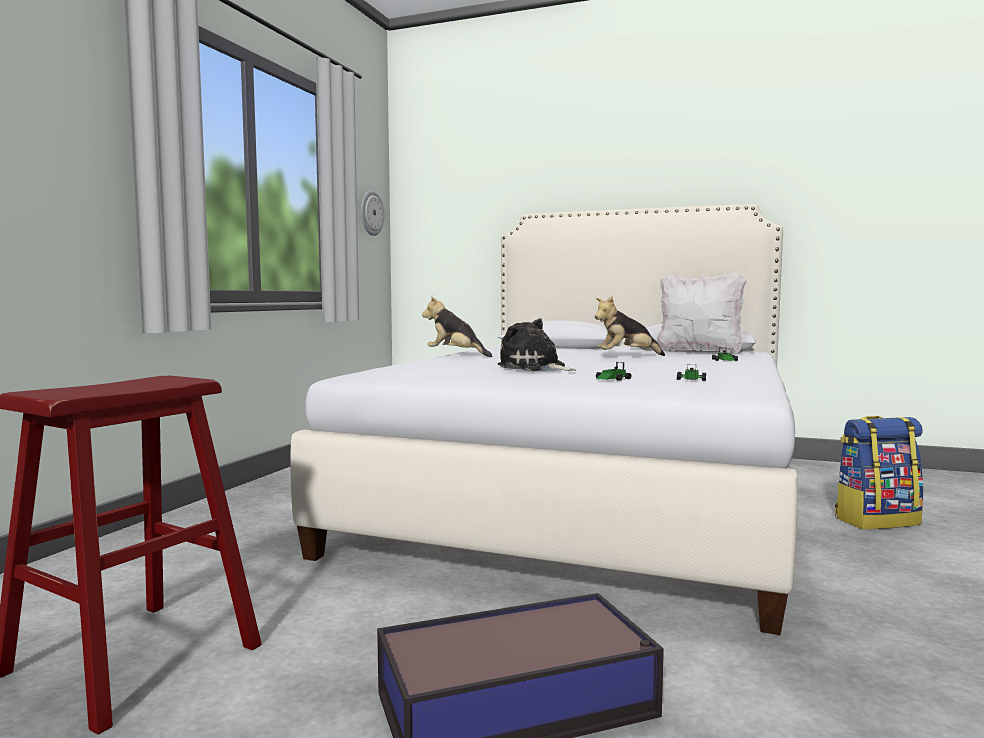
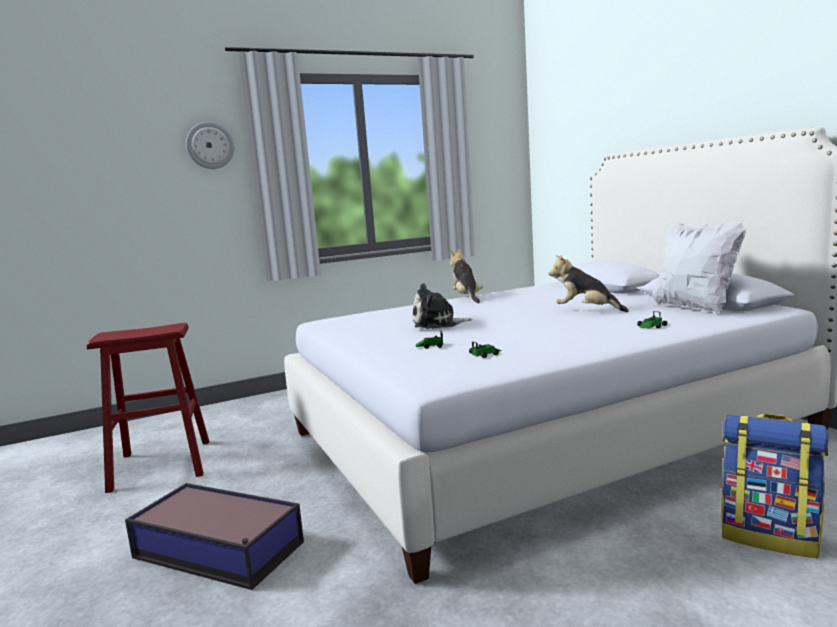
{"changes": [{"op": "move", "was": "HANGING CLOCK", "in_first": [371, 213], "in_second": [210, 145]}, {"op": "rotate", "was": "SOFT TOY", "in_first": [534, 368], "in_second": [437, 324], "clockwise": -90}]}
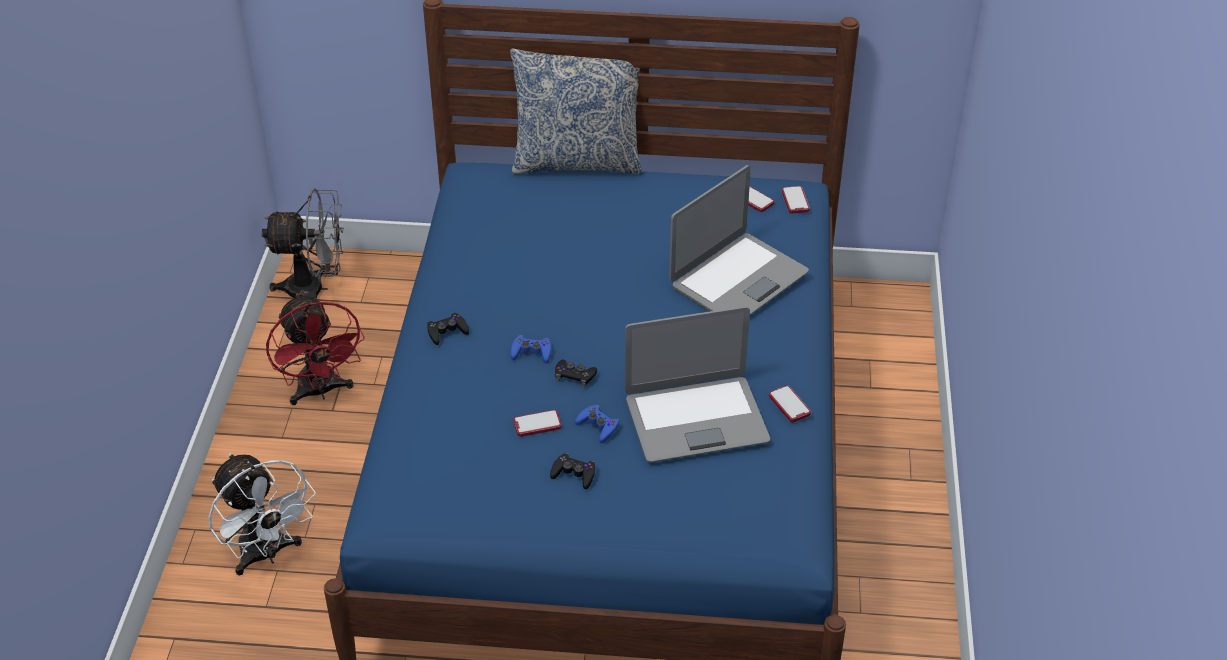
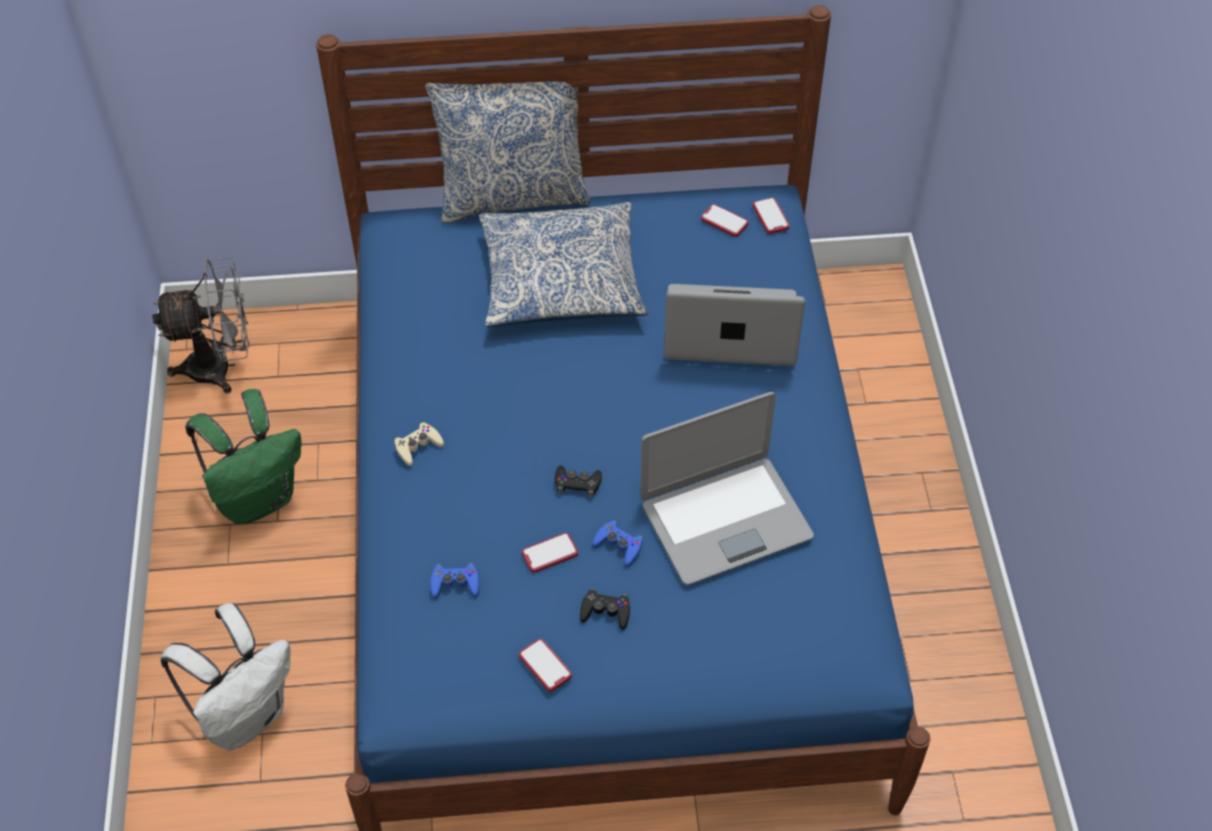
{"changes": [{"op": "replace", "was": "WHITISH FAN", "now": "WHITISH RUCKSACK", "in_first": [267, 554], "in_second": [245, 715]}, {"op": "replace", "was": "RED FAN", "now": "GREEN RUCKSACK", "in_first": [320, 391], "in_second": [258, 498]}, {"op": "recolor", "was": "BLACK GAME CONTROLLER", "now": "SAND-COLOURED GAME CONTROLLER", "in_first": [447, 332], "in_second": [418, 446]}, {"op": "move", "was": "BLUE GAME CONTROLLER", "in_first": [531, 352], "in_second": [455, 584]}, {"op": "insert", "now": "THROW PILLOW", "in_second": [561, 280]}, {"op": "move", "was": "HANDSET", "in_first": [789, 405], "in_second": [545, 666]}, {"op": "rotate", "was": "PORTABLE COMPUTER", "in_first": [737, 279], "in_second": [730, 330], "clockwise": -120}]}
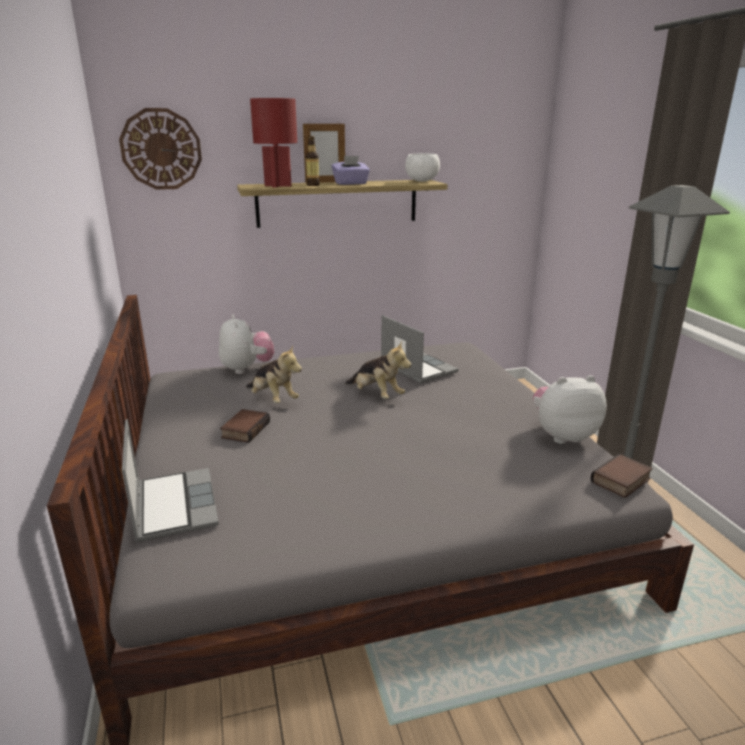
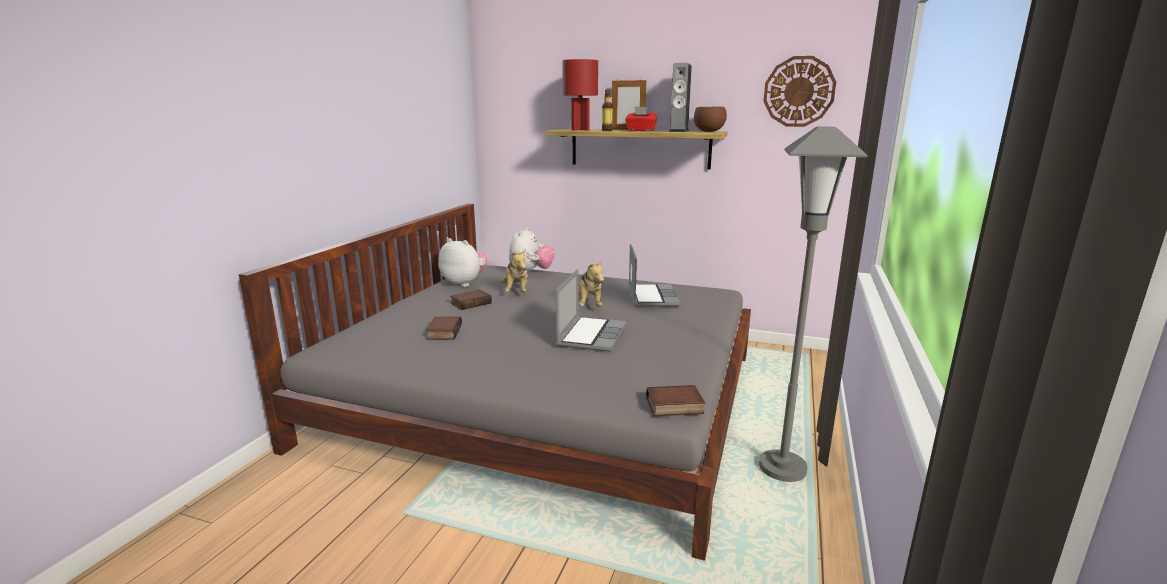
{"changes": [{"op": "insert", "now": "VOLUME", "in_second": [443, 332]}, {"op": "move", "was": "SOFT TOY", "in_first": [562, 435], "in_second": [464, 283]}, {"op": "move", "was": "PORTABLE COMPUTER", "in_first": [173, 505], "in_second": [591, 335]}, {"op": "recolor", "was": "PURPLE-COLOURED BOX OF TISSUES", "now": "RED BOX OF TISSUES", "in_first": [351, 183], "in_second": [640, 131]}, {"op": "insert", "now": "AUDIO SPEAKER", "in_second": [679, 131]}, {"op": "recolor", "was": "WHITISH BOWL", "now": "BROWNISH BOWL", "in_first": [421, 181], "in_second": [708, 131]}, {"op": "move", "was": "HANGING CLOCK", "in_first": [161, 149], "in_second": [799, 91]}]}
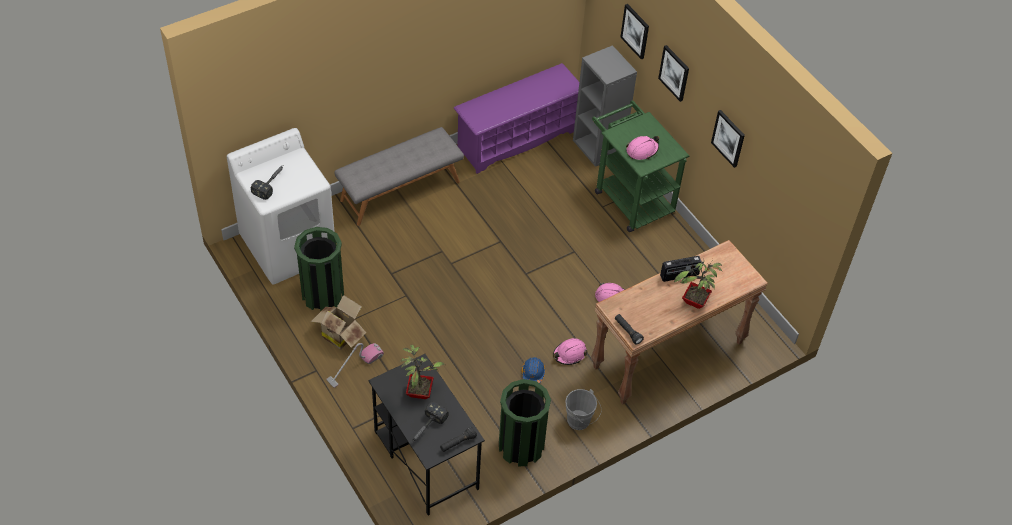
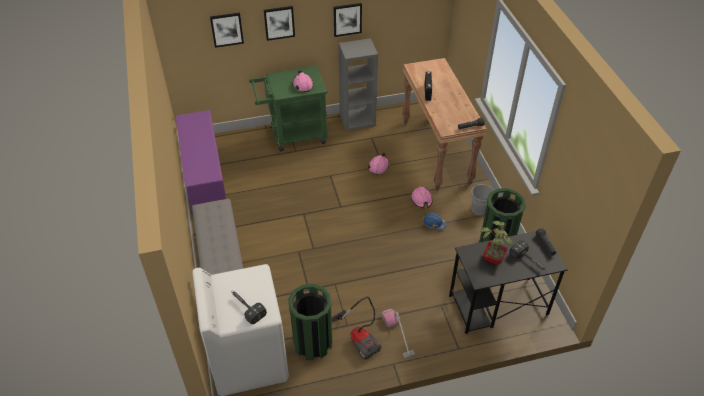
{"changes": [{"op": "replace", "was": "CARDBOARD BOX", "now": "HOOVER", "in_first": [340, 334], "in_second": [360, 338]}, {"op": "move", "was": "GREYISH BOOKSHELF", "in_first": [599, 147], "in_second": [357, 119]}, {"op": "delete", "was": "HOUSEPLANT", "in_first": [694, 302]}]}
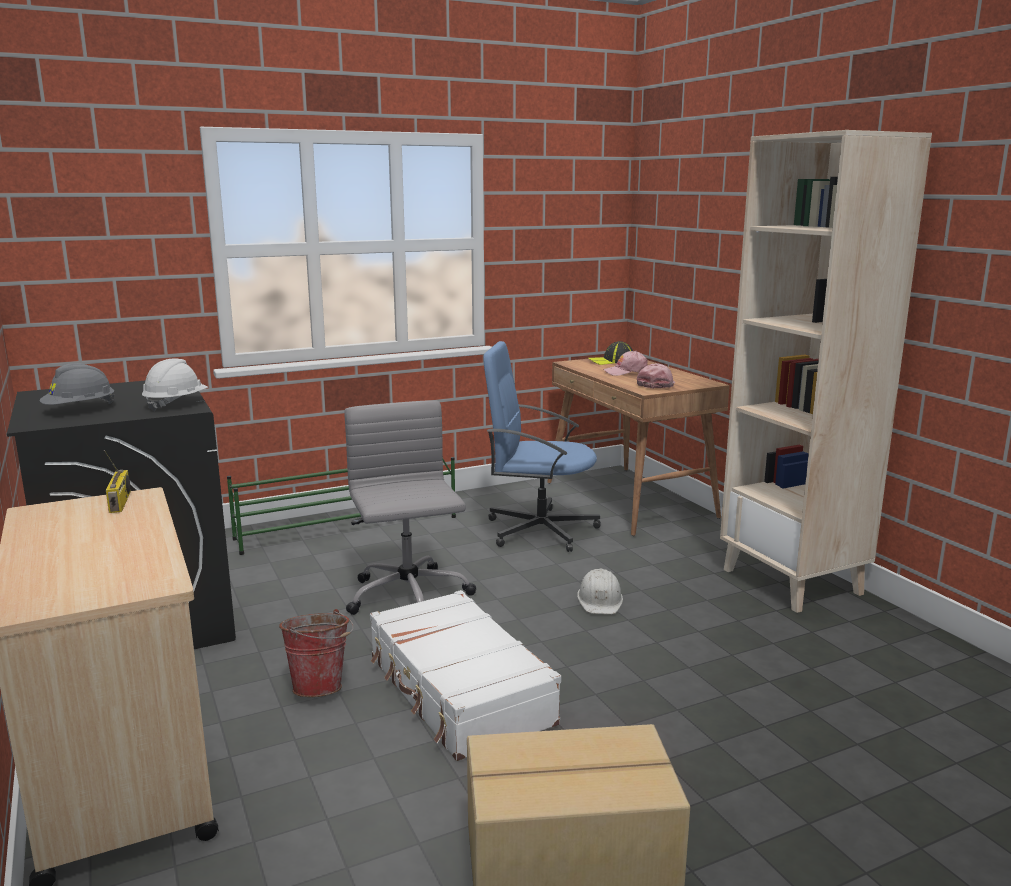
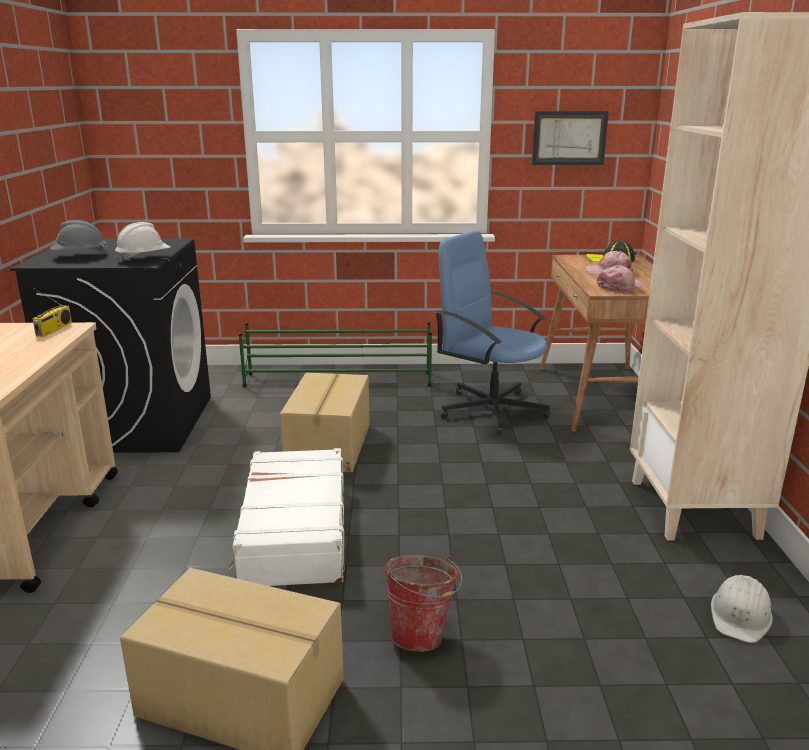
{"changes": [{"op": "replace", "was": "GREYISH OFFICE CHAIR", "now": "CARDBOARD BOX", "in_first": [408, 596], "in_second": [330, 445]}, {"op": "move", "was": "WATER BUCKET", "in_first": [321, 686], "in_second": [422, 634]}, {"op": "insert", "now": "PICTURE", "in_second": [569, 138]}, {"op": "move", "was": "WHITISH SAFETY HELMET", "in_first": [600, 600], "in_second": [740, 615]}]}
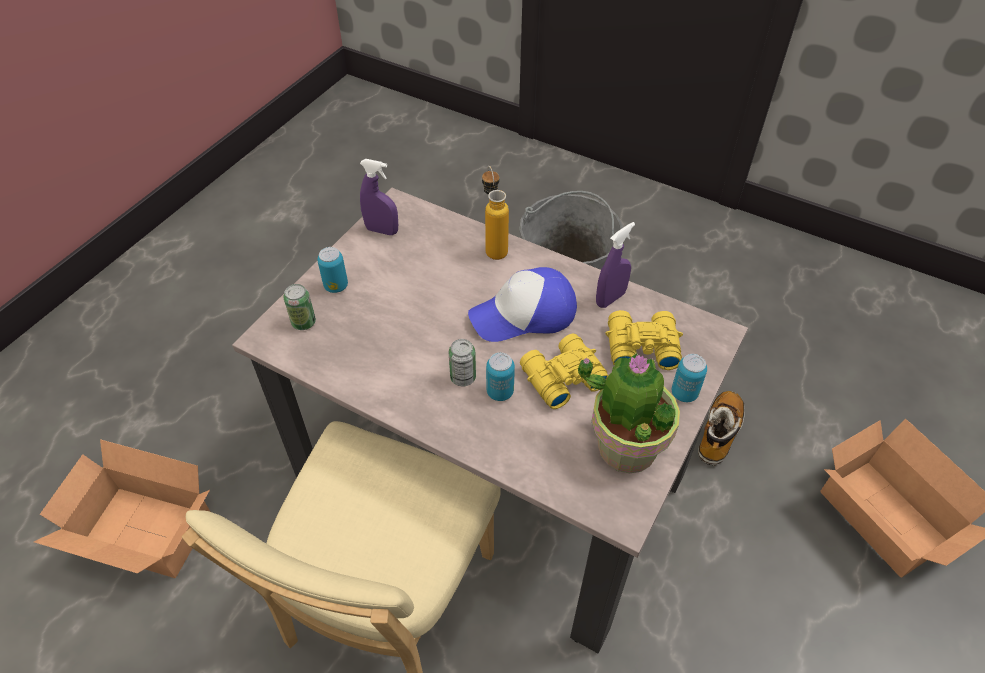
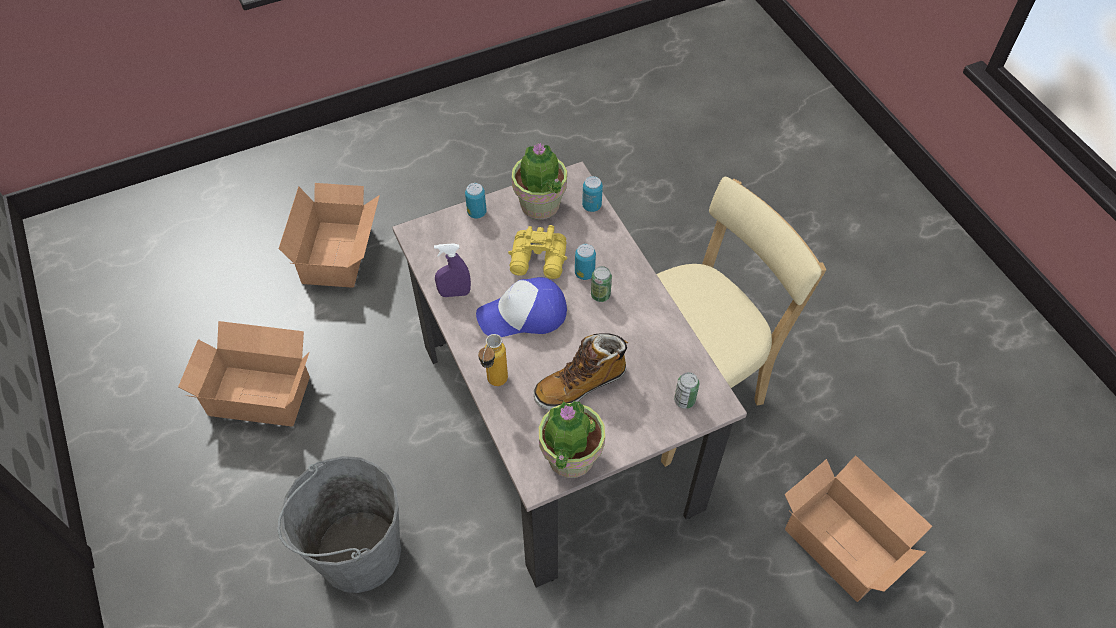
{"changes": [{"op": "insert", "now": "CARDBOARD BOX", "in_second": [258, 392]}, {"op": "rotate", "was": "CAP", "in_first": [524, 315], "in_second": [523, 315], "clockwise": 150}, {"op": "move", "was": "BOOT", "in_first": [719, 433], "in_second": [580, 384]}, {"op": "replace", "was": "PURPLE-COLOURED SPRAYER", "now": "HOUSEPLANT", "in_first": [382, 230], "in_second": [570, 457]}, {"op": "move", "was": "SEALED CAN", "in_first": [336, 286], "in_second": [591, 206]}, {"op": "delete", "was": "YELLOWISH PAIR OF BINOCULARS", "in_first": [640, 346]}]}
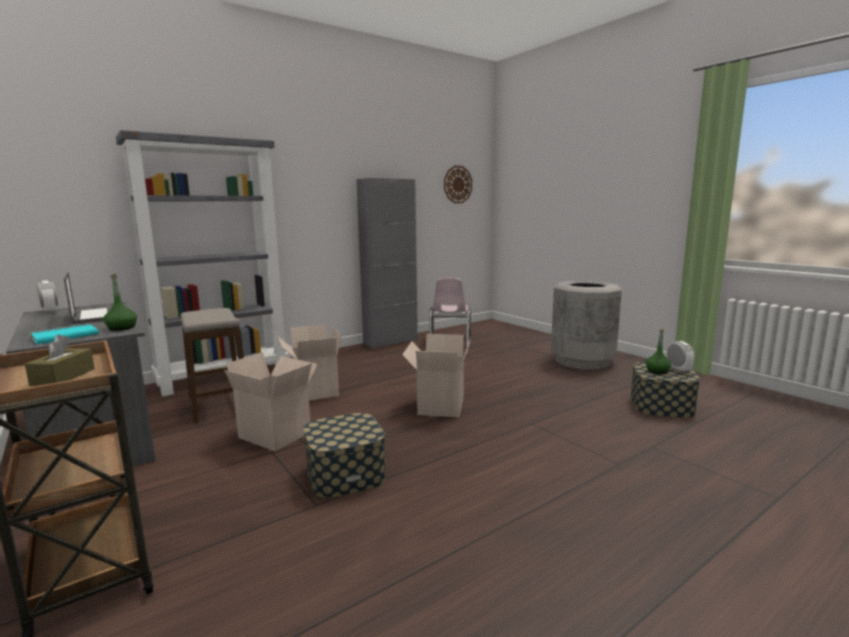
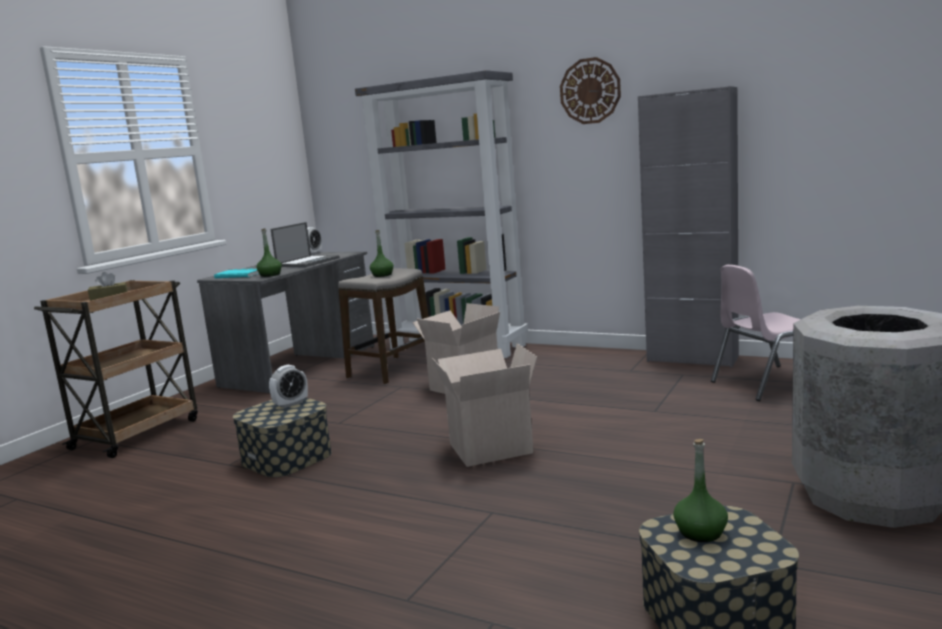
{"changes": [{"op": "move", "was": "ALARM CLOCK", "in_first": [678, 370], "in_second": [291, 404]}, {"op": "insert", "now": "GREEN DRINK BOTTLE", "in_second": [382, 275]}, {"op": "move", "was": "HANGING CLOCK", "in_first": [457, 184], "in_second": [590, 91]}, {"op": "delete", "was": "CARDBOARD BOX", "in_first": [277, 434]}]}
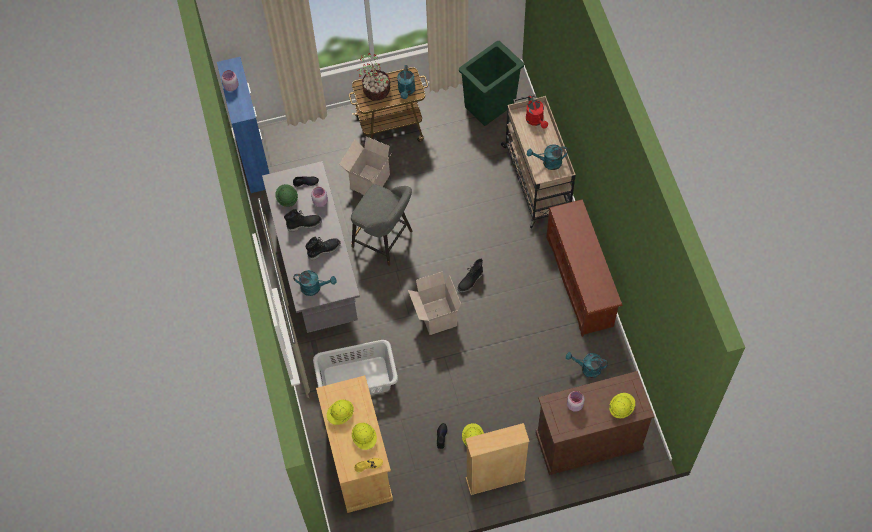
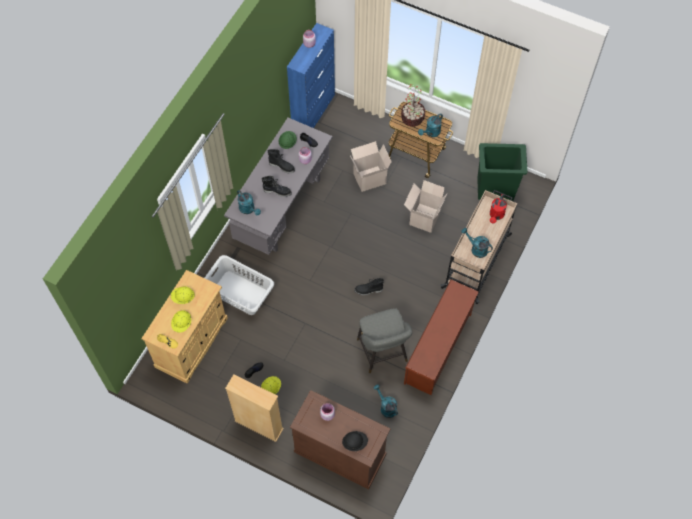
{"changes": [{"op": "recolor", "was": "YELLOWISH SAFETY HELMET", "now": "BLACK SAFETY HELMET", "in_first": [621, 408], "in_second": [355, 443]}, {"op": "move", "was": "GREYISH STOOL", "in_first": [385, 240], "in_second": [383, 353]}, {"op": "move", "was": "CARDBOARD BOX", "in_first": [436, 316], "in_second": [424, 217]}]}
